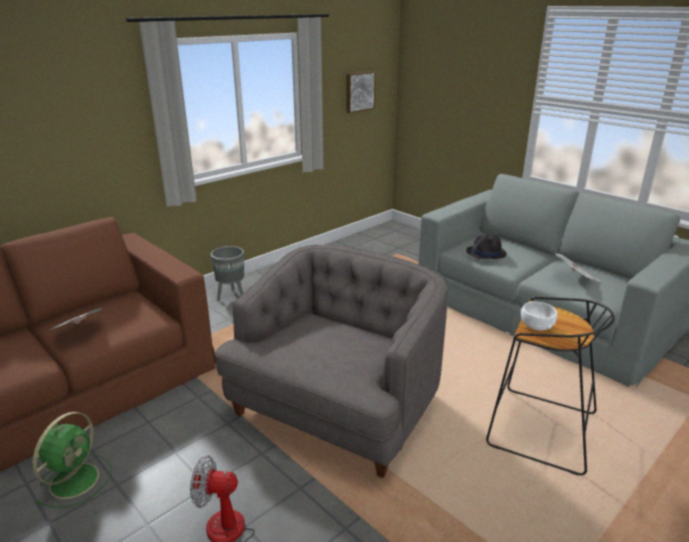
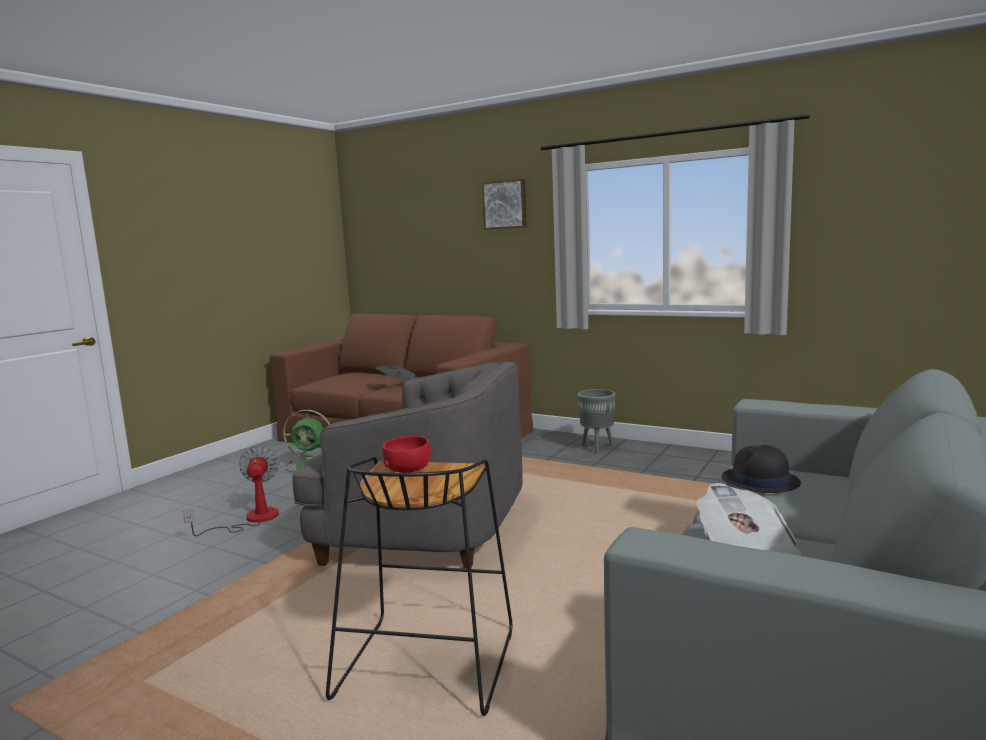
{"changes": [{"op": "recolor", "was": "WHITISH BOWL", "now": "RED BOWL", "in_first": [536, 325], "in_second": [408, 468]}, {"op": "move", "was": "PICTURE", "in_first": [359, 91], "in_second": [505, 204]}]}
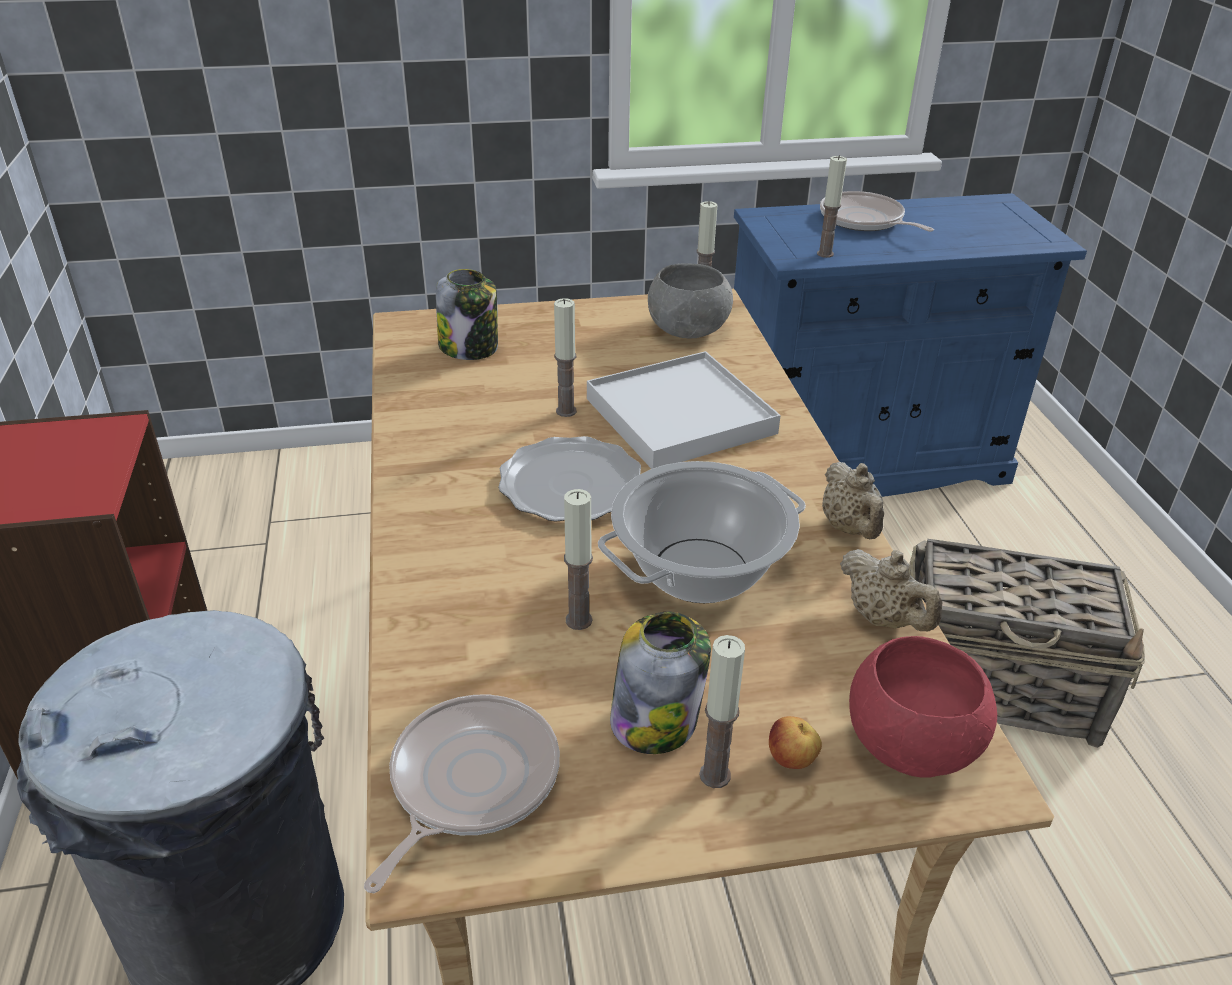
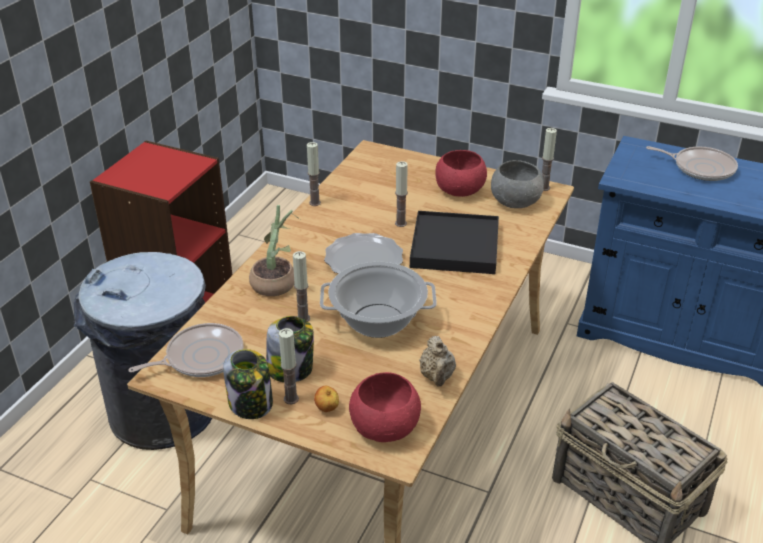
{"changes": [{"op": "move", "was": "PRESERVE JAR", "in_first": [470, 348], "in_second": [251, 404]}, {"op": "insert", "now": "HOUSEPLANT", "in_second": [277, 281]}, {"op": "move", "was": "WAX LIGHT", "in_first": [825, 254], "in_second": [315, 203]}, {"op": "recolor", "was": "WHITISH SERVING TRAY", "now": "BLACK SERVING TRAY", "in_first": [680, 416], "in_second": [455, 246]}, {"op": "insert", "now": "RED BOWL", "in_second": [459, 190]}, {"op": "rotate", "was": "PAN", "in_first": [864, 220], "in_second": [700, 168], "clockwise": 120}, {"op": "delete", "was": "SAND-COLOURED TEAPOT", "in_first": [850, 528]}]}
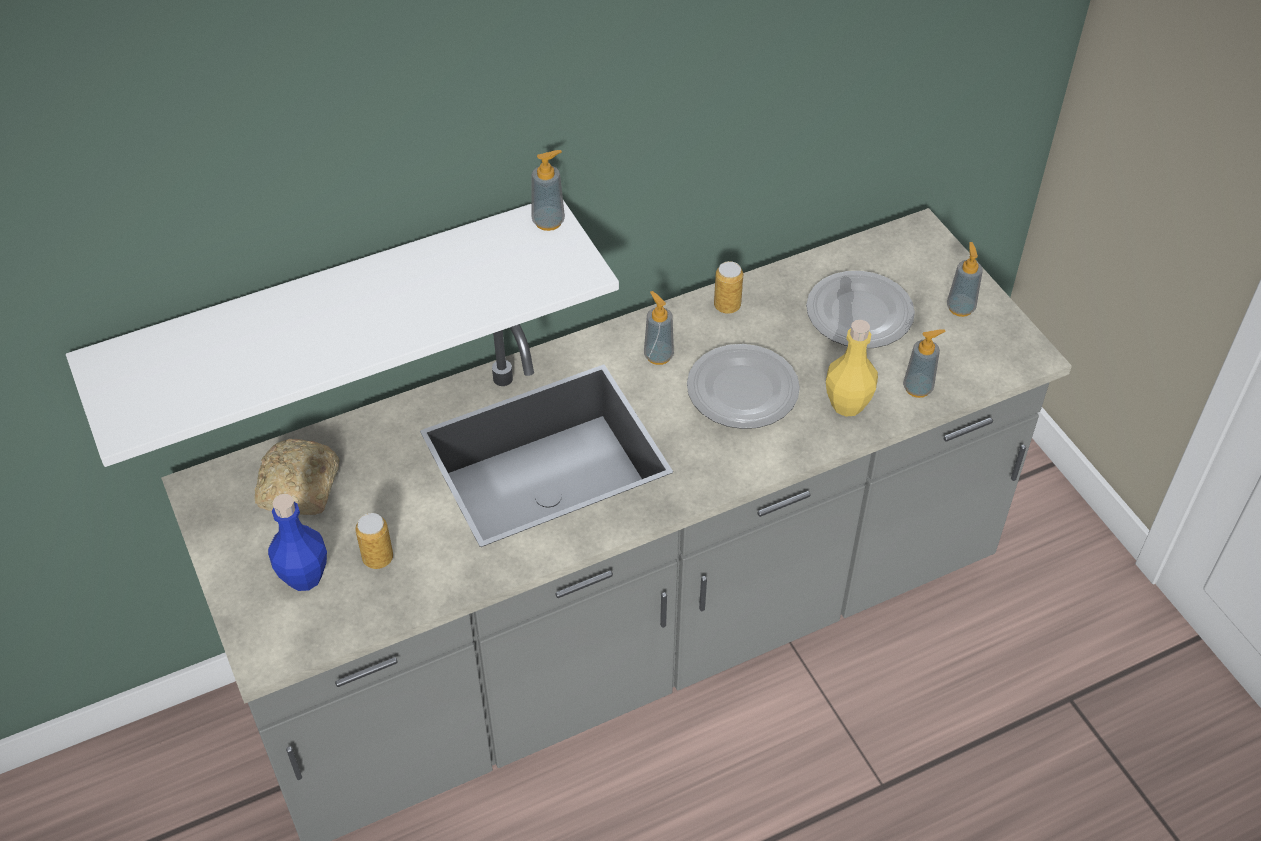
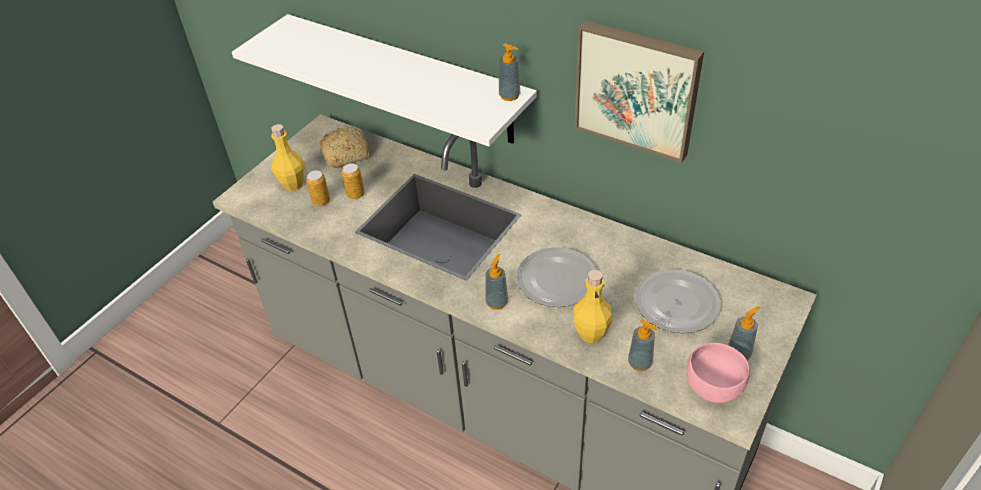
{"changes": [{"op": "recolor", "was": "BLUE DRINK BOTTLE", "now": "YELLOWISH DRINK BOTTLE", "in_first": [304, 577], "in_second": [293, 184]}, {"op": "move", "was": "SEALED CAN", "in_first": [727, 306], "in_second": [355, 194]}, {"op": "move", "was": "SOAP DISPENSER", "in_first": [658, 355], "in_second": [497, 302]}, {"op": "insert", "now": "PICTURE", "in_second": [637, 89]}, {"op": "insert", "now": "PINK-COLOURED BOWL", "in_second": [712, 386]}]}
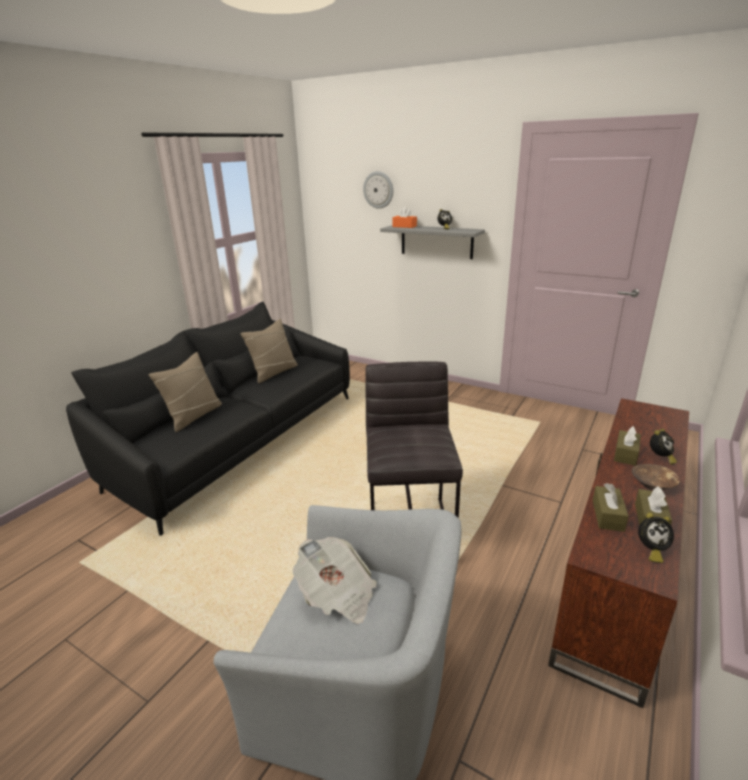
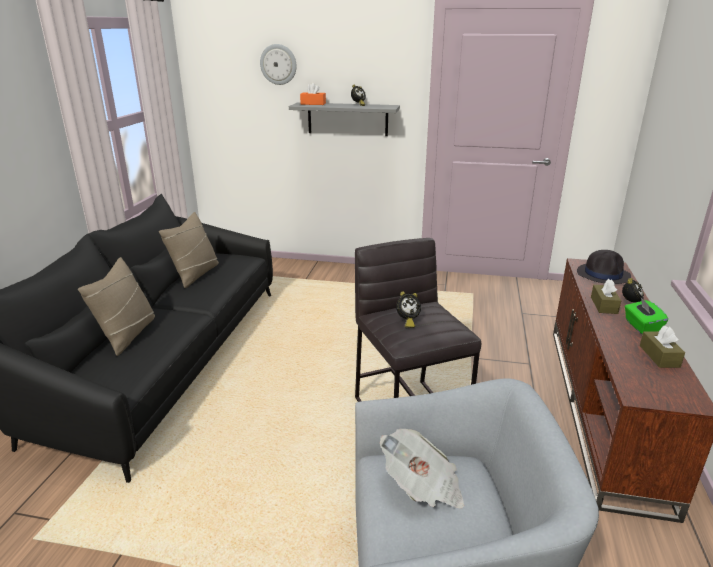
{"changes": [{"op": "move", "was": "ALARM CLOCK", "in_first": [650, 550], "in_second": [407, 321]}, {"op": "insert", "now": "BLACK CLOTHING HAT", "in_second": [603, 274]}, {"op": "replace", "was": "BROWNISH BOWL", "now": "GREEN BOX OF TISSUES", "in_first": [653, 484], "in_second": [641, 327]}, {"op": "delete", "was": "BROWNISH BOX OF TISSUES", "in_first": [607, 515]}]}
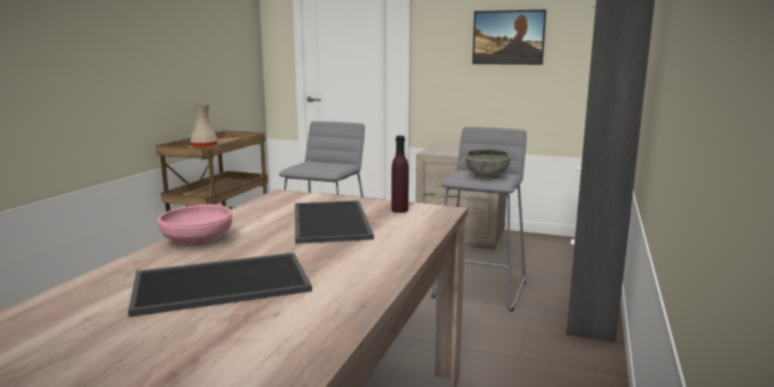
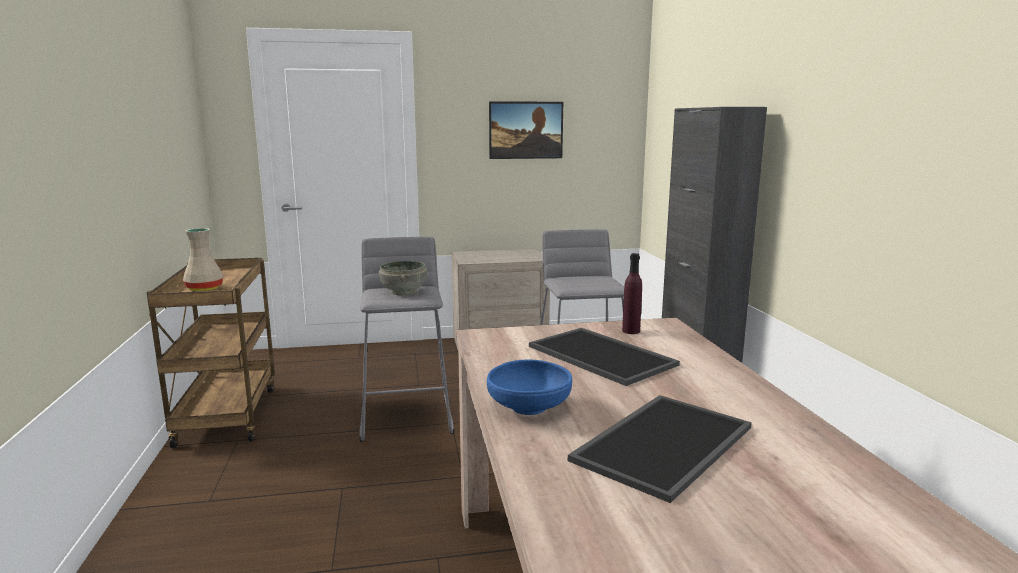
{"changes": [{"op": "move", "was": "GREYISH BOWL", "in_first": [487, 177], "in_second": [404, 291]}, {"op": "recolor", "was": "PINK-COLOURED BOWL", "now": "BLUE BOWL", "in_first": [198, 241], "in_second": [529, 407]}]}
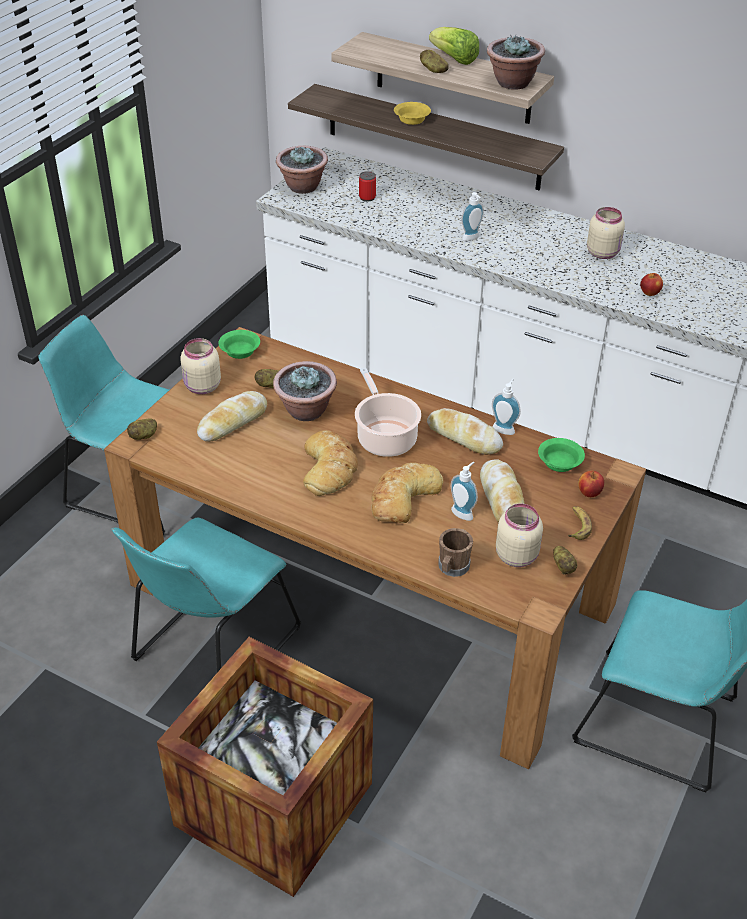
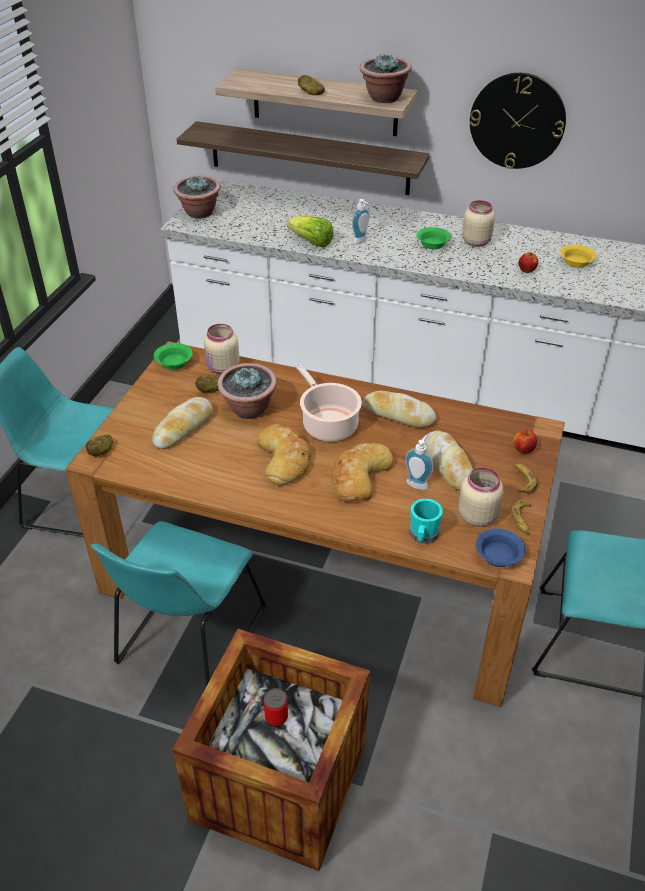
{"changes": [{"op": "move", "was": "SAND-COLOURED PRESERVE JAR", "in_first": [202, 387], "in_second": [222, 368]}, {"op": "move", "was": "SEALED CAN", "in_first": [367, 197], "in_second": [276, 717]}, {"op": "move", "was": "LETTUCE", "in_first": [454, 59], "in_second": [311, 242]}, {"op": "recolor", "was": "BROWNISH MUG", "now": "TURQUOISE MUG", "in_first": [452, 568], "in_second": [423, 536]}, {"op": "move", "was": "GREEN BOWL", "in_first": [560, 463], "in_second": [433, 244]}, {"op": "insert", "now": "HANGING CLOCK", "in_second": [517, 121]}, {"op": "insert", "now": "BLUE BOWL", "in_second": [498, 556]}, {"op": "replace", "was": "POTATO", "now": "BANANA FRUIT", "in_first": [563, 567], "in_second": [522, 520]}, {"op": "move", "was": "YELLOWISH BOWL", "in_first": [411, 120], "in_second": [576, 263]}, {"op": "delete", "was": "SOAP DISPENSER", "in_first": [504, 428]}]}
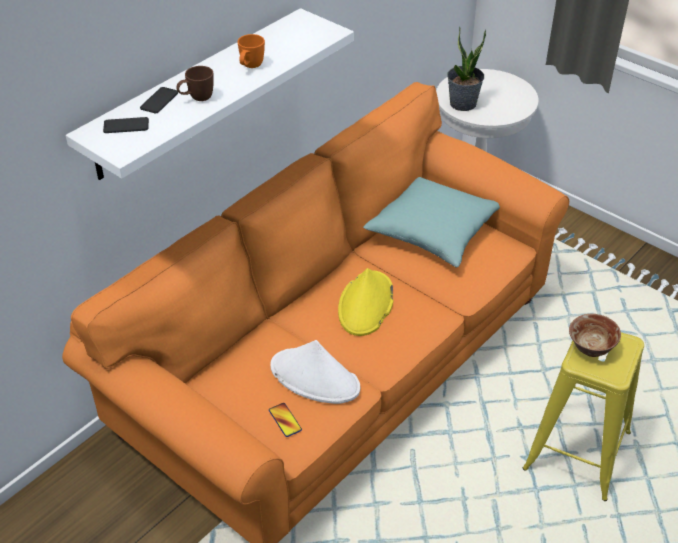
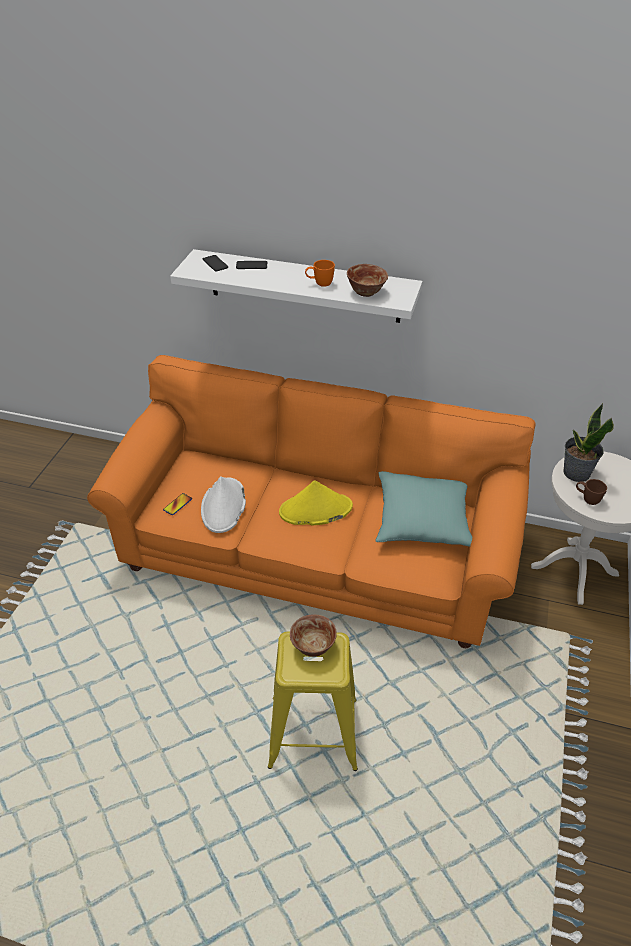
{"changes": [{"op": "insert", "now": "BOWL", "in_second": [366, 292]}, {"op": "move", "was": "BROWNISH MUG", "in_first": [196, 99], "in_second": [587, 499]}]}
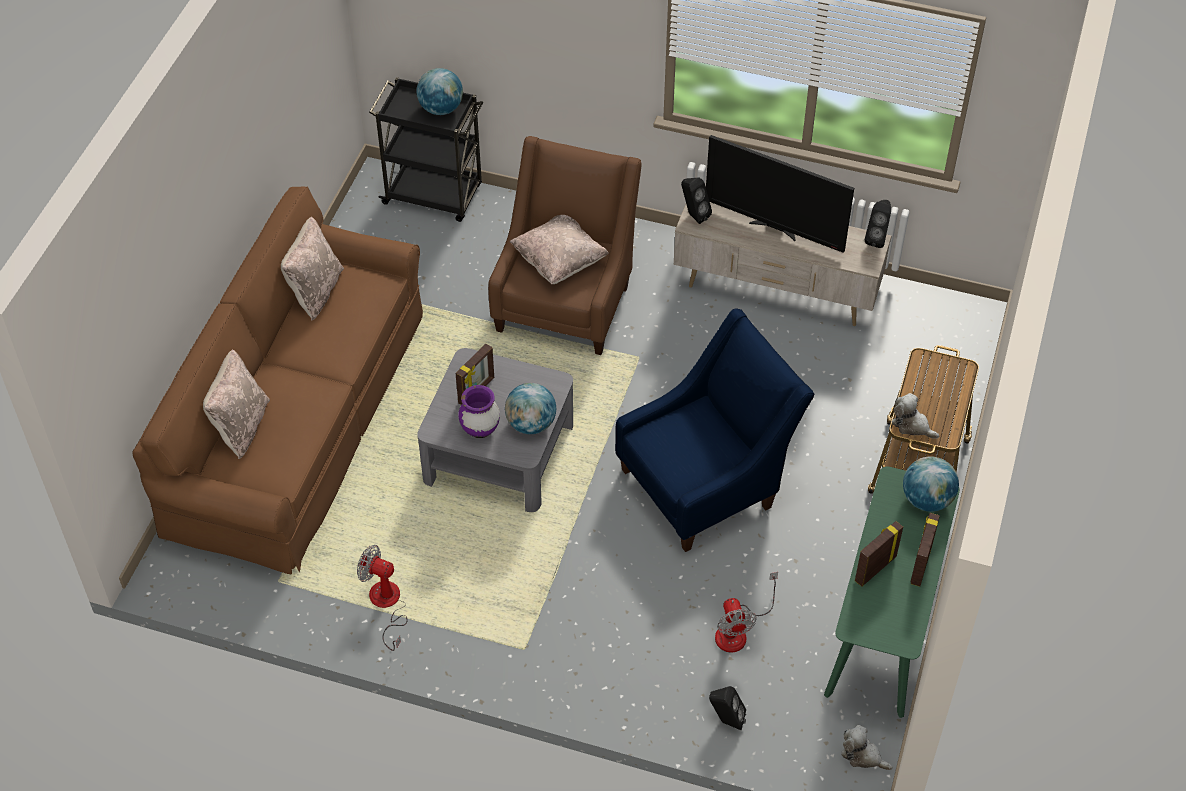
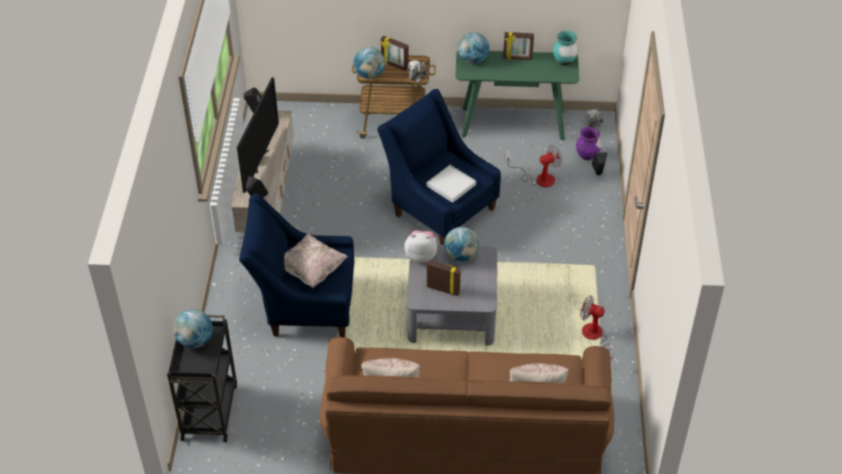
{"changes": [{"op": "recolor", "was": "BROWNISH LOUNGE CHAIR", "now": "BLUE LOUNGE CHAIR", "in_first": [566, 301], "in_second": [304, 305]}, {"op": "insert", "now": "WORLD GLOBE", "in_second": [369, 75]}, {"op": "move", "was": "STANDING FRAME", "in_first": [874, 568], "in_second": [394, 65]}, {"op": "insert", "now": "SOFT TOY", "in_second": [421, 255]}, {"op": "insert", "now": "WHITISH SERVING TRAY", "in_second": [451, 185]}, {"op": "insert", "now": "TURQUOISE FLOWER VASE", "in_second": [564, 61]}, {"op": "move", "was": "PURPLE-COLOURED FLOWER VASE", "in_first": [480, 429], "in_second": [587, 156]}, {"op": "rotate", "was": "FAN", "in_first": [386, 605], "in_second": [594, 338], "clockwise": 105}]}
